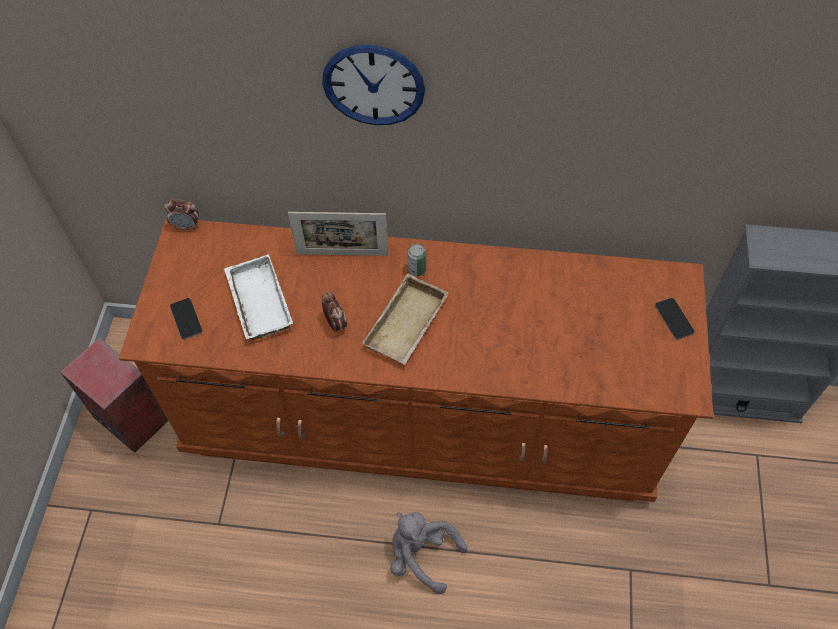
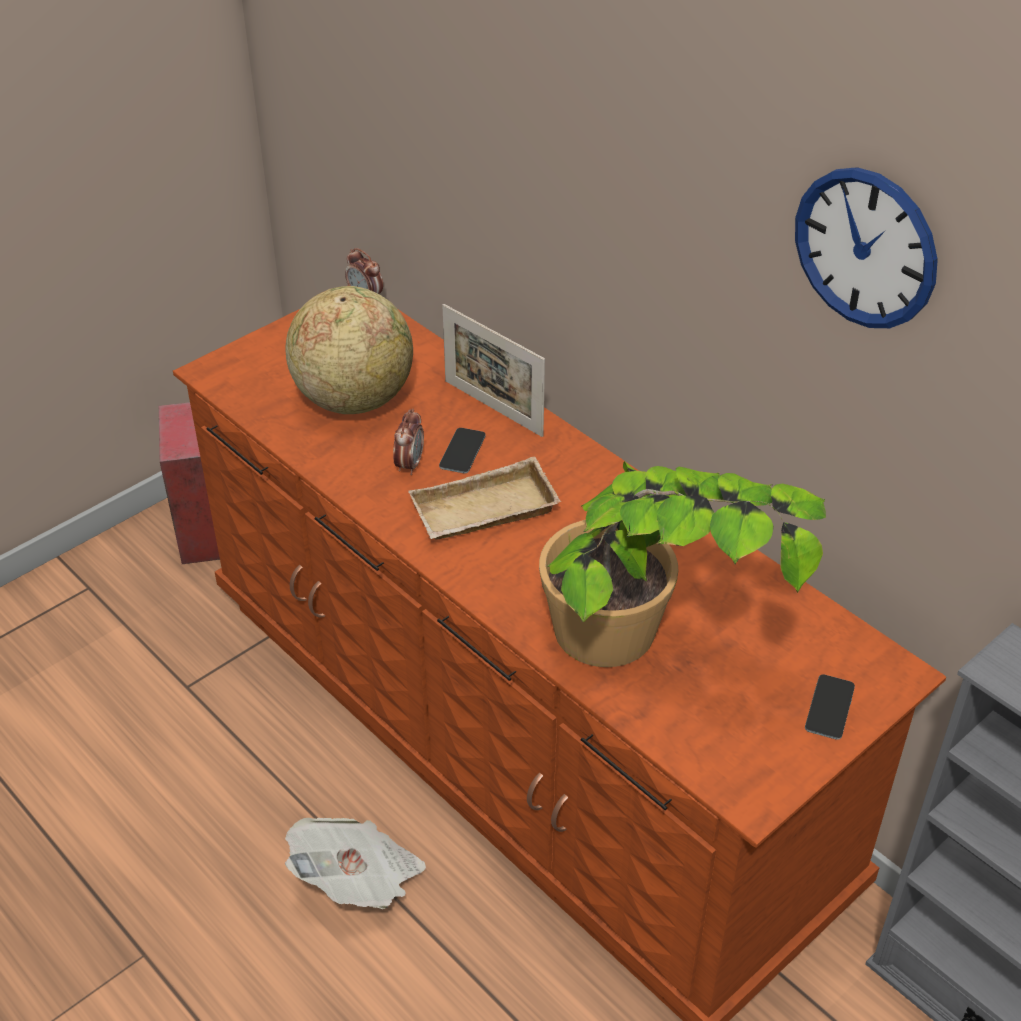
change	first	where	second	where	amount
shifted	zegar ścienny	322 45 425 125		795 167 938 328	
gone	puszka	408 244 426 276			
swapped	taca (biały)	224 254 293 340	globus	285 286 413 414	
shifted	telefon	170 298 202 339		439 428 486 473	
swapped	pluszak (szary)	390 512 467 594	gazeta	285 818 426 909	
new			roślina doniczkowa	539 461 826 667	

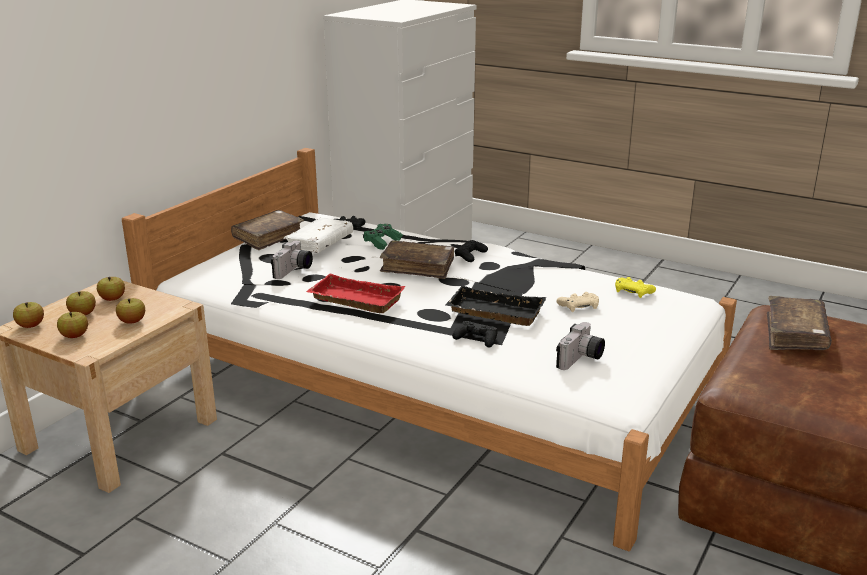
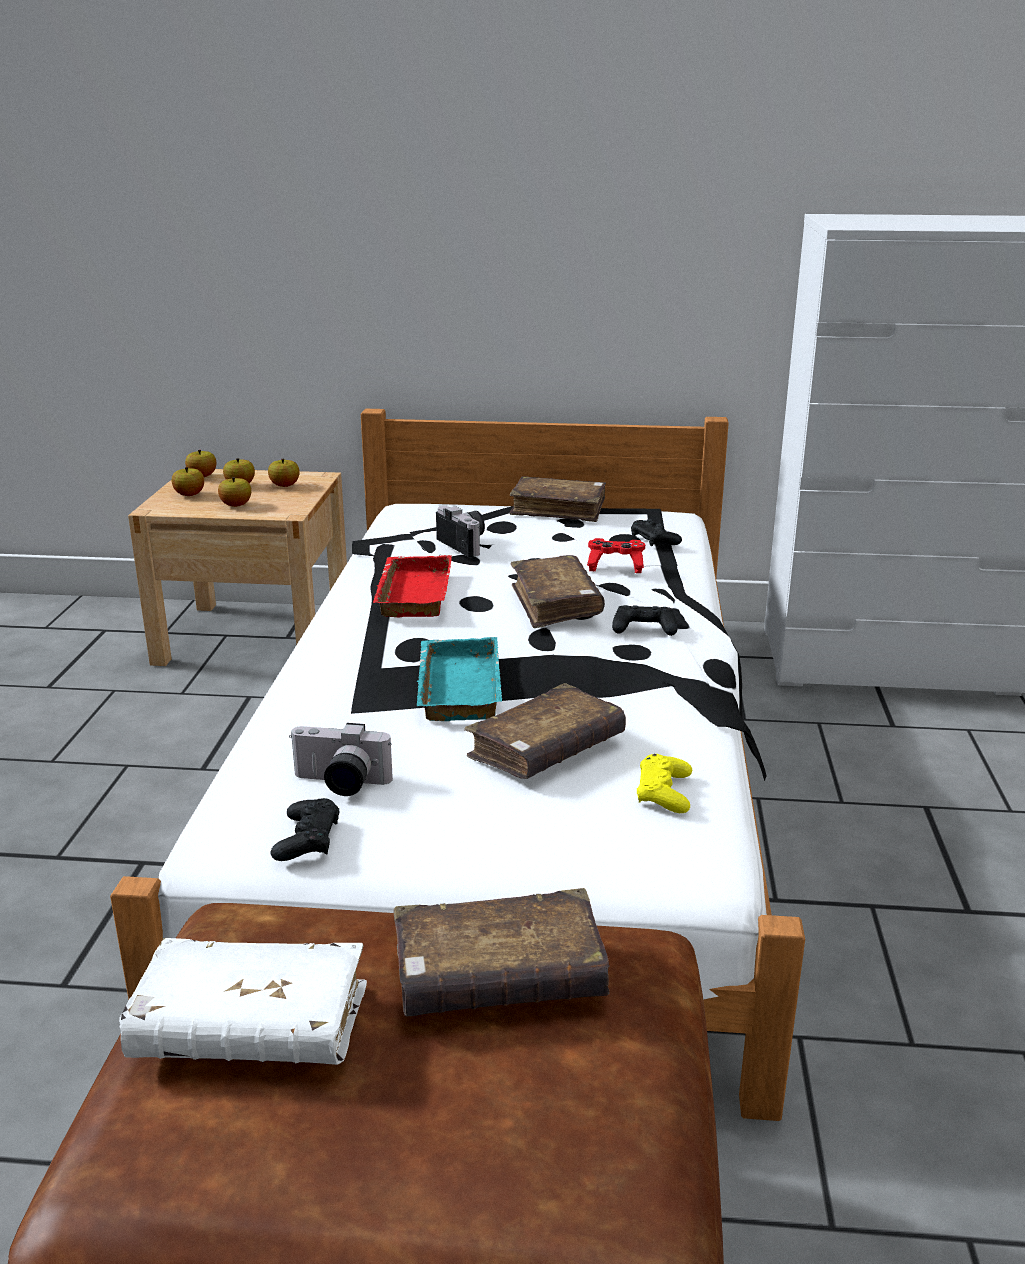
change	first	where	second	where	amount
shifted	książka (biały)	283 217 353 254		119 938 367 1065	
repainted	pad do gier (zielony)	363 224 403 250	pad do gier (czerwony)	587 538 645 573	
rotated	aparat fotograficzny	271 241 313 279		436 506 485 557	120 degrees counterclockwise
repainted	taca (czarny)	445 286 546 326	taca (turkusowy)	417 637 502 721	
swapped	pad do gier (beżowy)	556 292 599 312	książka (brązowy)	464 683 626 779	
shifted	pad do gier (czarny)	452 321 498 347		271 798 339 861	

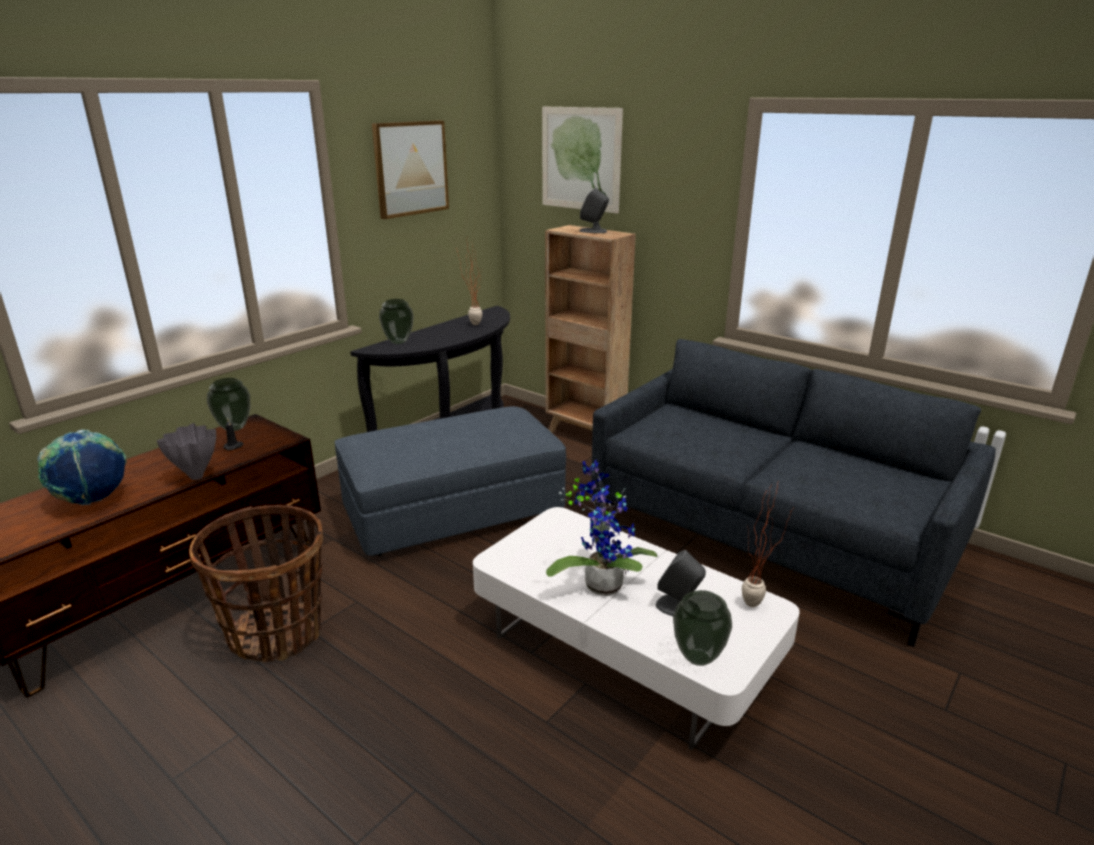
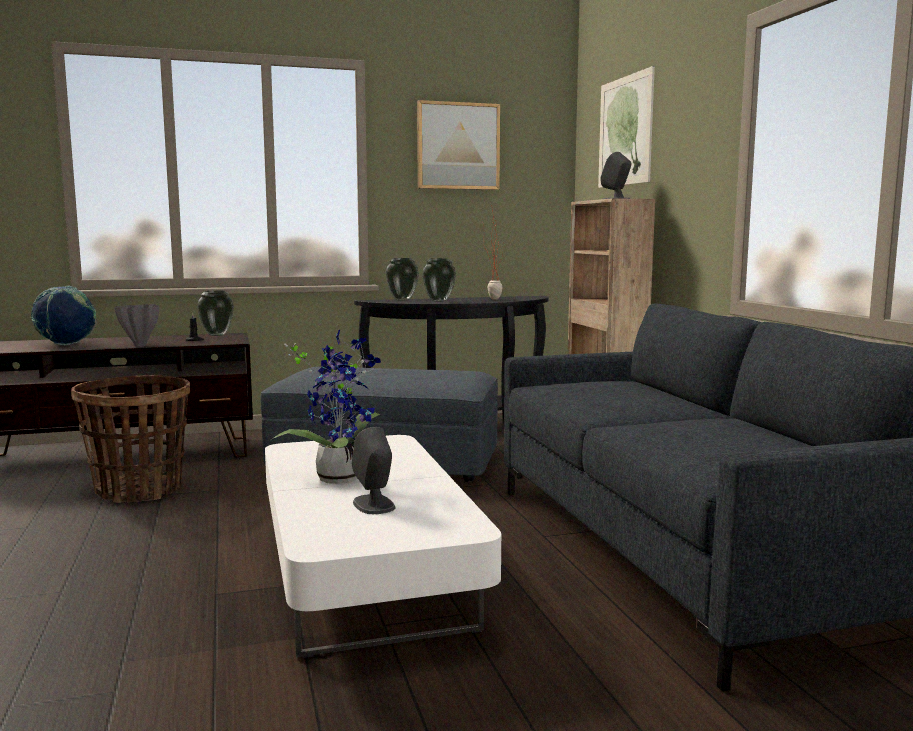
change	first	where	second	where	amount
gone	roślina doniczkowa	742 484 794 607			
shifted	wazon	673 590 732 666		422 258 456 302	

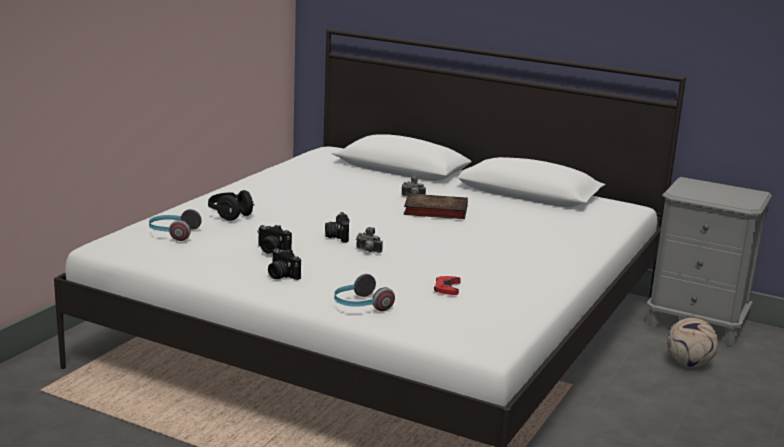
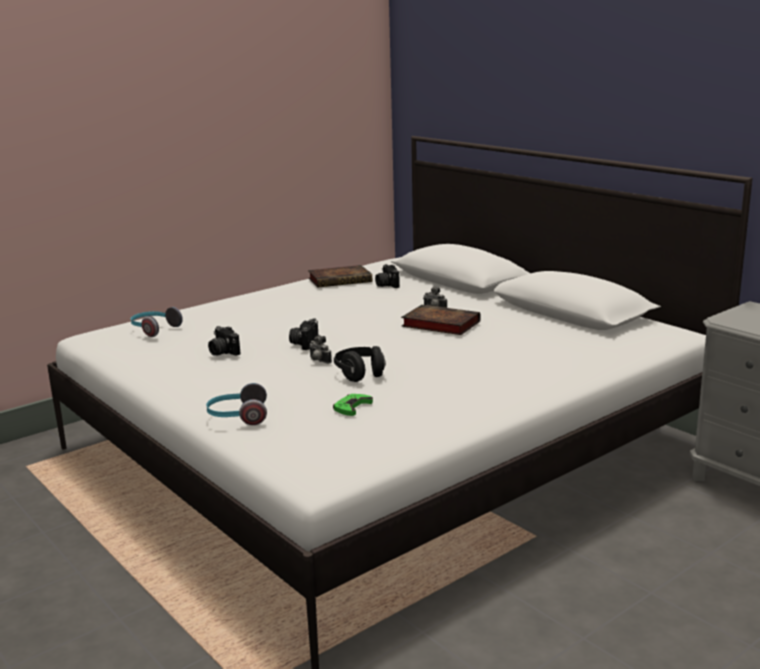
change	first	where	second	where	amount
shifted	słuchawki (czarny)	208 190 255 221		334 346 386 382	
shifted	aparat fotograficzny	268 248 301 280		375 264 400 288	
repainted	pad do gier (czerwony)	434 276 461 295	pad do gier (zielony)	333 394 373 416	
gone	piłka futbolowa	667 318 718 367			
new			książka	308 265 372 288	

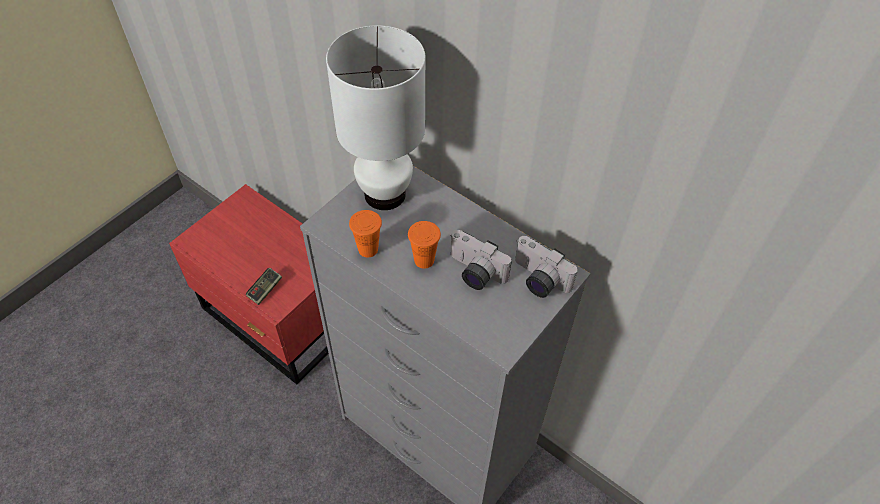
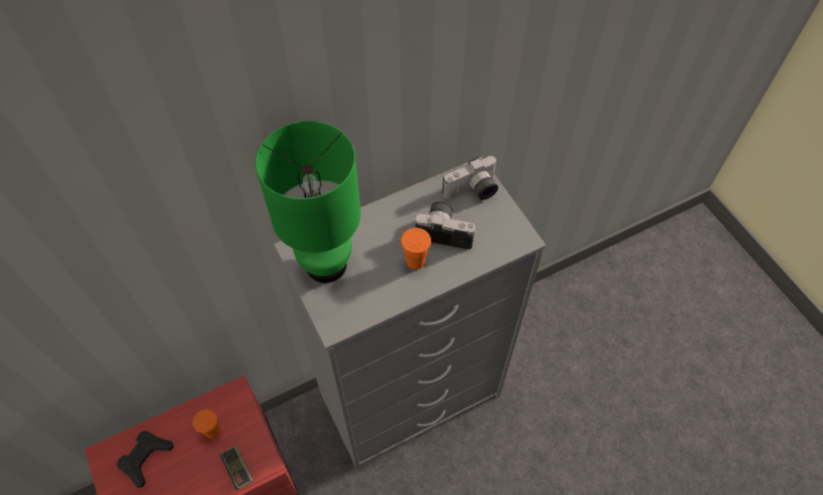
change	first	where	second	where	amount
repainted	lampa stołowa (biały)	326 25 425 210	lampa stołowa (zielony)	255 121 361 283	
shifted	filiżanka (pomarańczowy)	349 210 382 258		193 409 220 439	
rotated	aparat fotograficzny	451 230 512 290		415 202 477 250	135 degrees counterclockwise
new			pad do gier (czarny)	117 431 174 487	

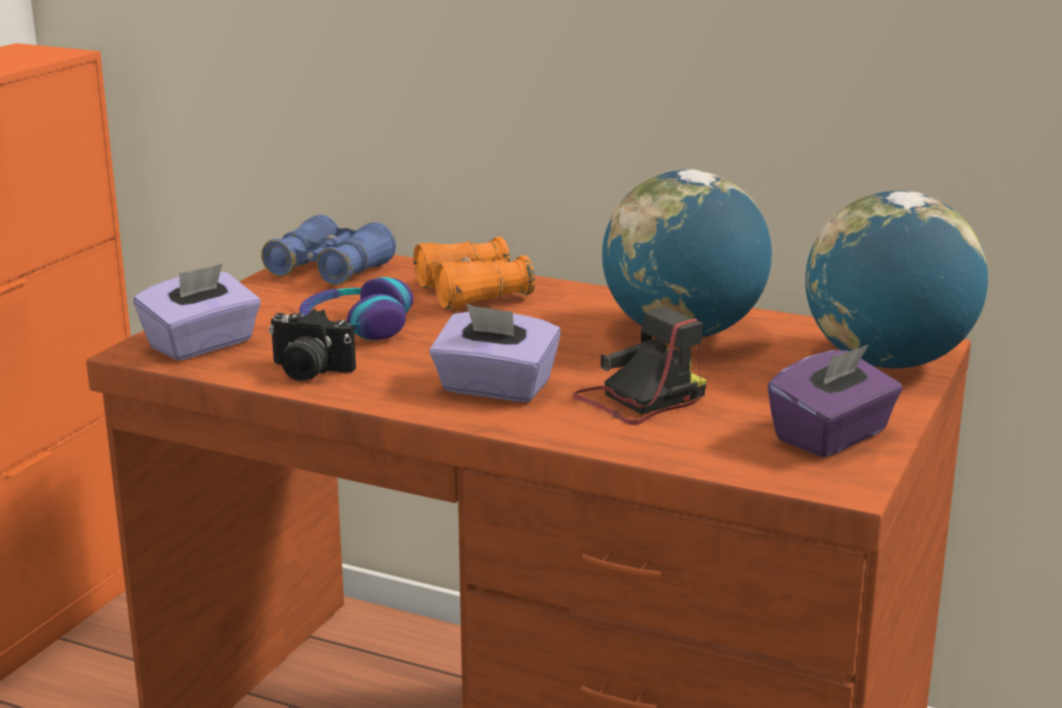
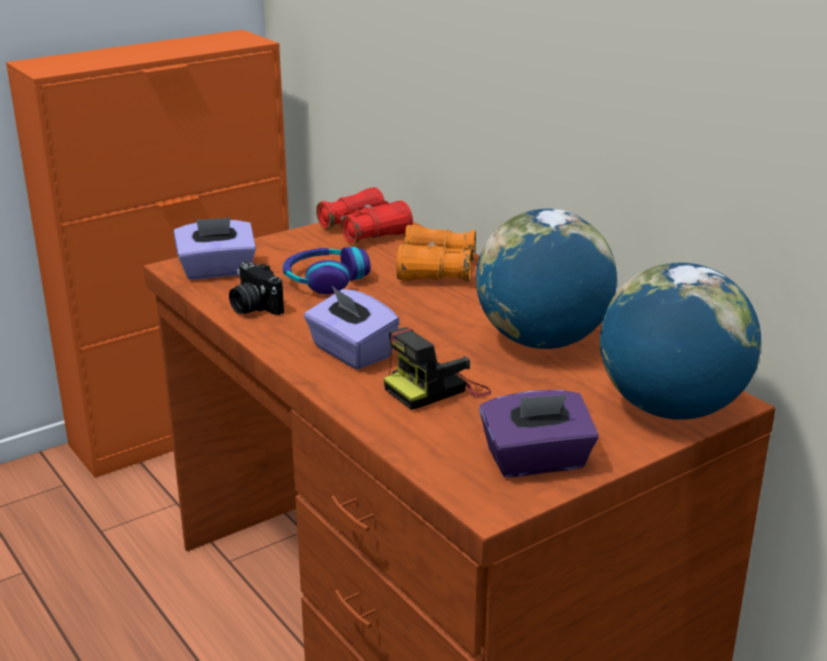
change	first	where	second	where	amount
repainted	lornetka (niebieski)	261 215 396 285	lornetka (czerwony)	316 187 413 244	
rotated	aparat fotograficzny	573 306 707 425		384 328 491 410	150 degrees clockwise

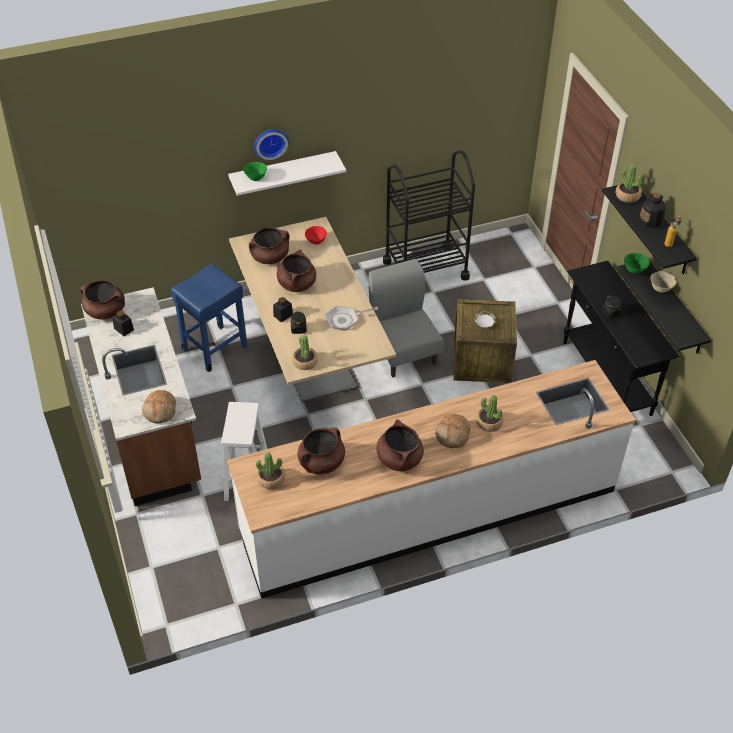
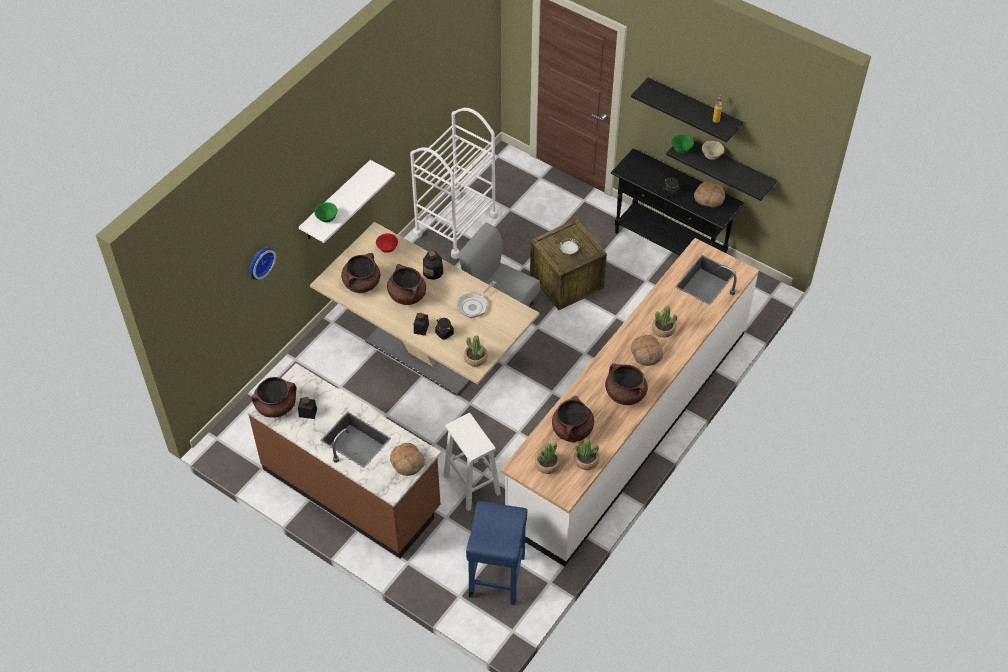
change	first	where	second	where	amount
shifted	zegar ścienny	254 129 289 160		250 247 276 280	
repainted	wózek (czarny)	383 150 475 281	wózek (biały)	410 108 498 259	
shifted	roślina doniczkowa	616 164 642 203		574 439 600 470	
shifted	butelka	639 193 666 228		423 251 443 280	
shifted	stołek (niebieski)	171 264 248 372		466 501 528 605	
new			chleb	694 182 725 208	

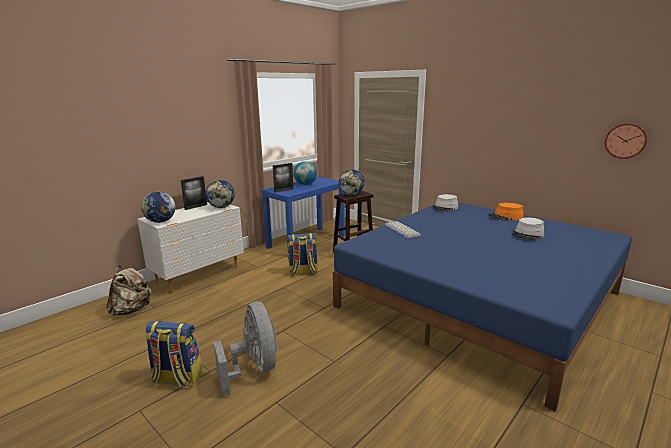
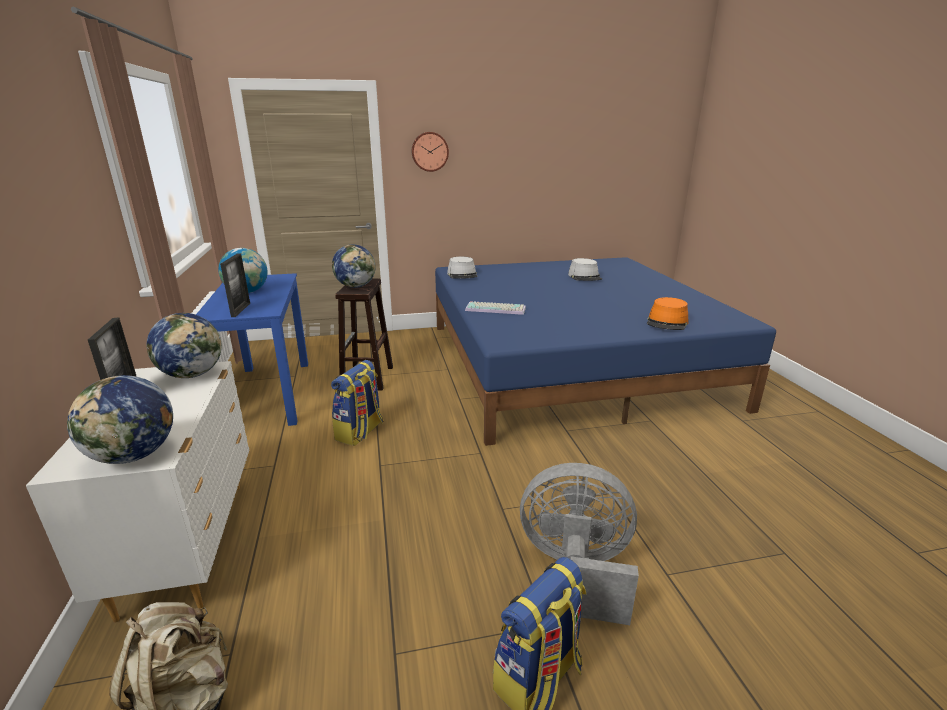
change	first	where	second	where	amount
shifted	zegar ścienny	605 123 648 159		412 132 449 172	
shifted	kapelusz (pomarańczowy)	488 203 524 221		647 297 689 330	

